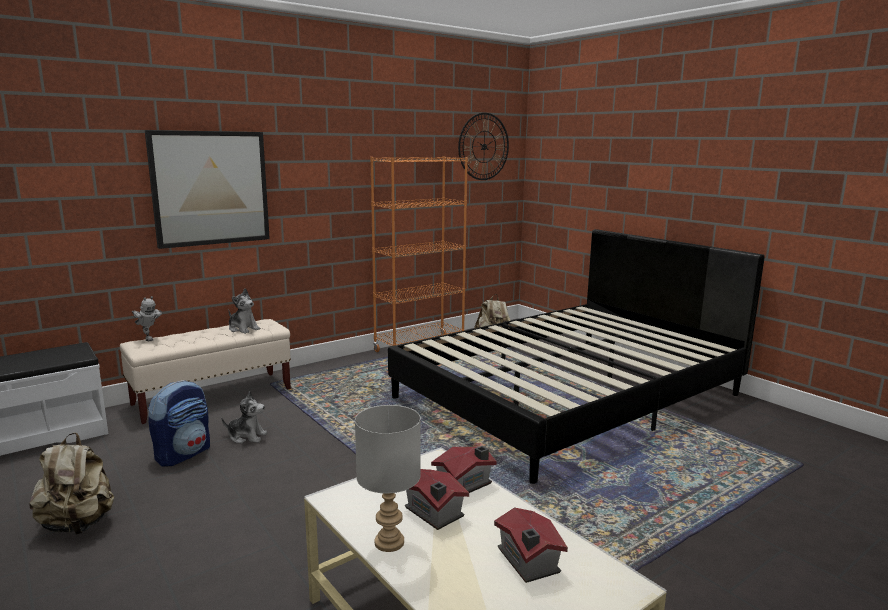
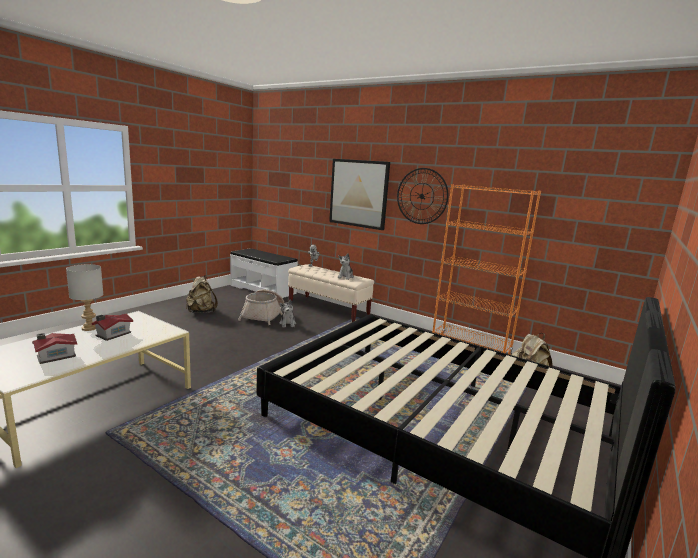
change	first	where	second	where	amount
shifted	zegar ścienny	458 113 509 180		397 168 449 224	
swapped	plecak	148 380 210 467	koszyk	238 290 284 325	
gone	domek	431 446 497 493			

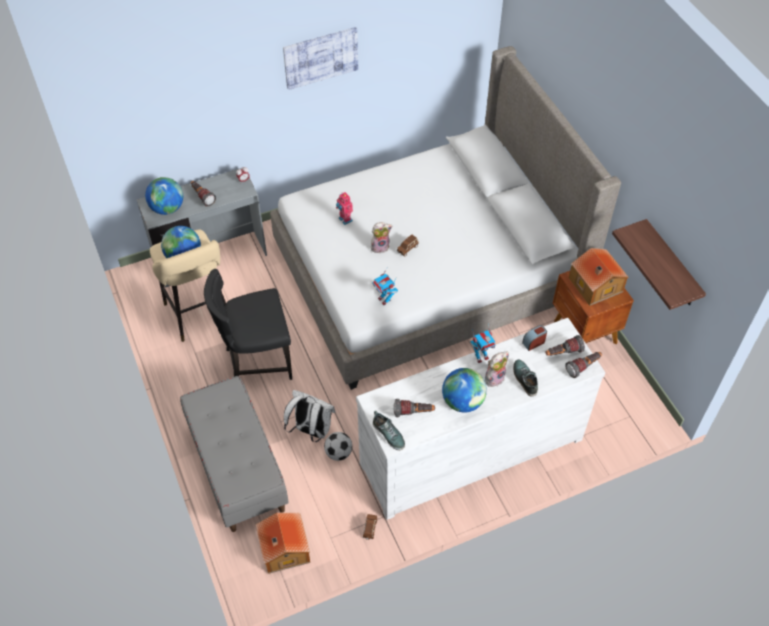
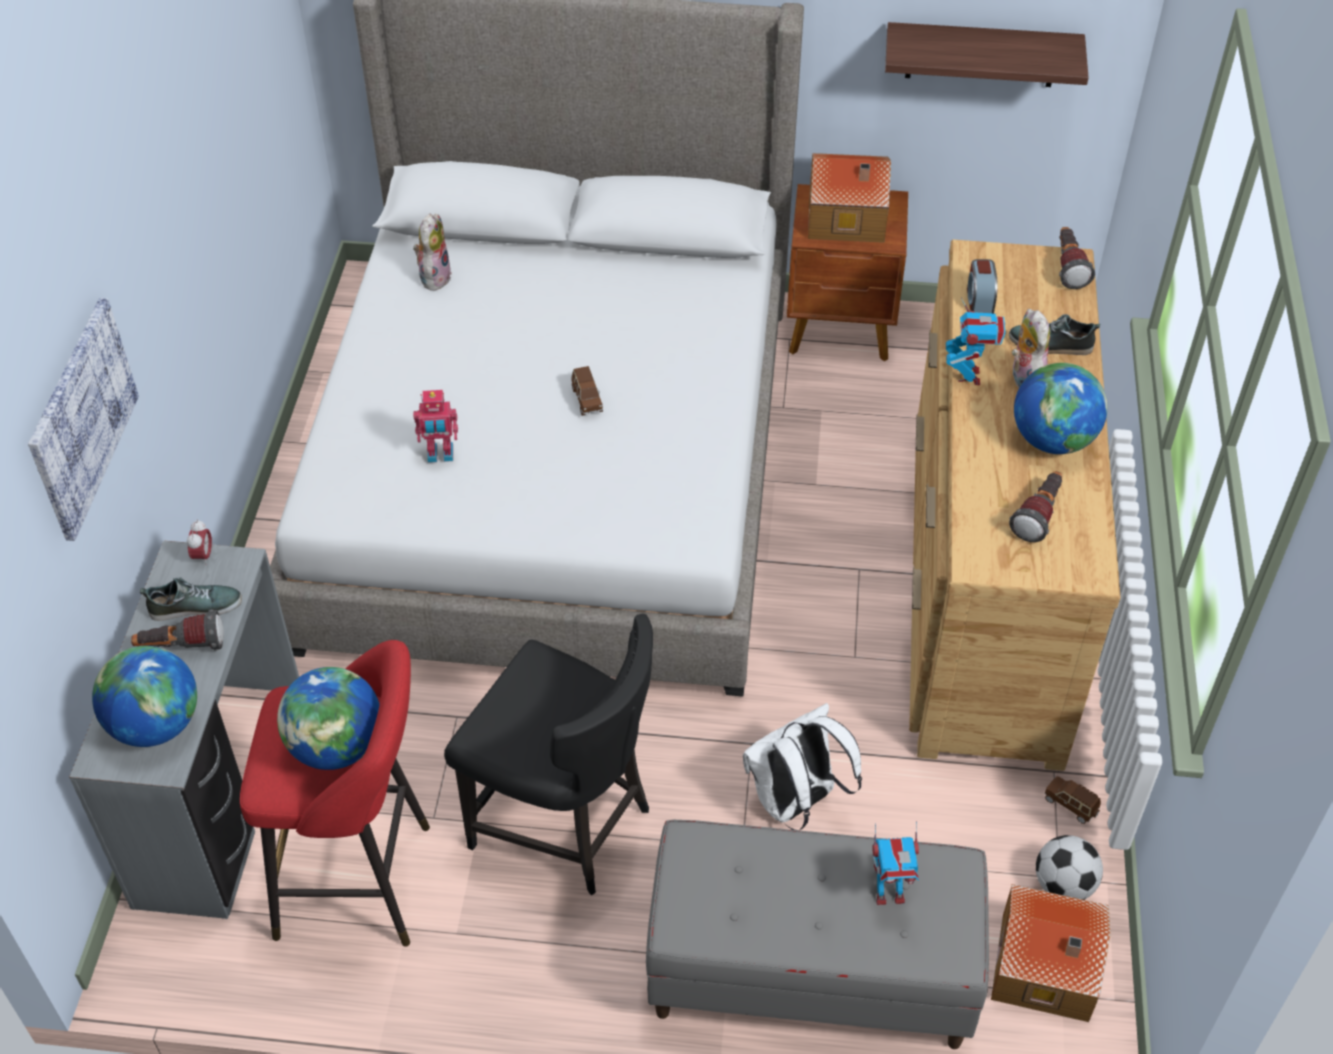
change	first	where	second	where	amount
shifted	obraz	283 27 358 90		28 298 139 541	
shifted	pluszak	371 222 392 253		413 214 452 291	
repainted	stołek (beżowy)	150 230 226 342	stołek (czerwony)	240 640 430 947	
rotated	krzesło (czarny)	204 269 292 380		444 614 653 895	75 degrees counterclockwise
shifted	robot zabawkowy	372 270 398 305		872 821 919 905	
repainted	komoda (biały)	356 318 605 520	komoda (brązowy)	909 240 1121 771	
gone	latarka	545 335 585 356			
shifted	but	373 411 405 450		140 577 242 621	
shifted	piłka futbolowa	324 432 352 461		1036 835 1103 900	

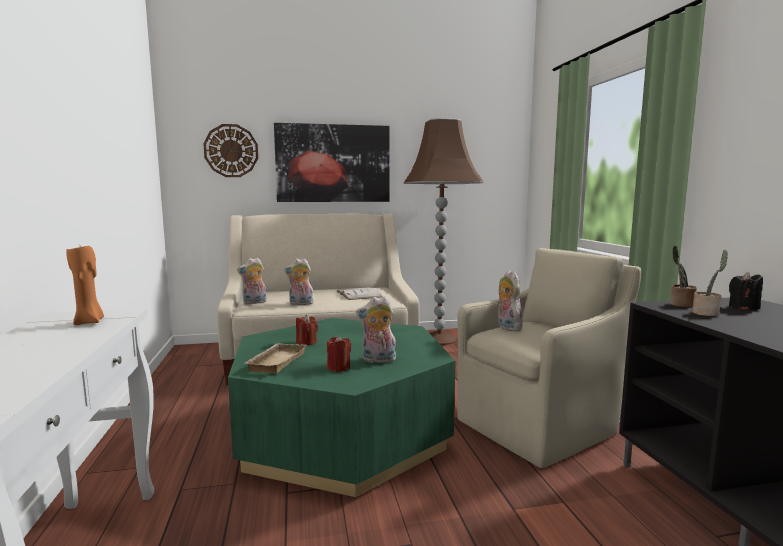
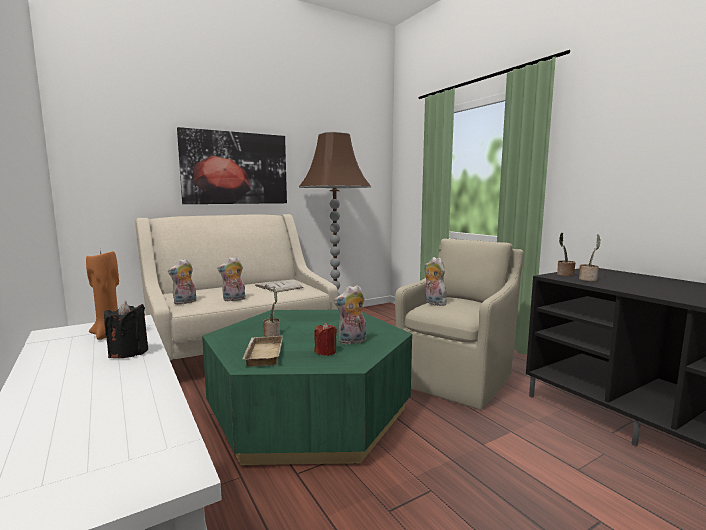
change	first	where	second	where	amount
gone	zegar ścienny	203 124 258 177			
shifted	świeca (czarny)	729 272 763 310		104 301 148 358	
swapped	świeca (czerwony)	296 315 318 345	roślina doniczkowa	263 288 280 337	

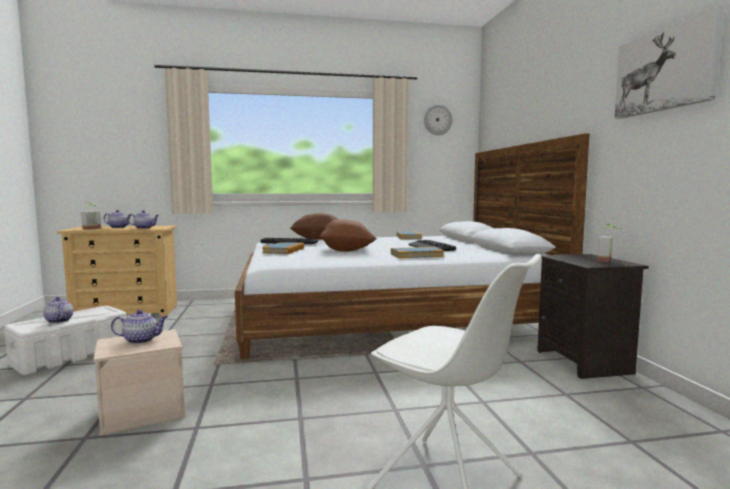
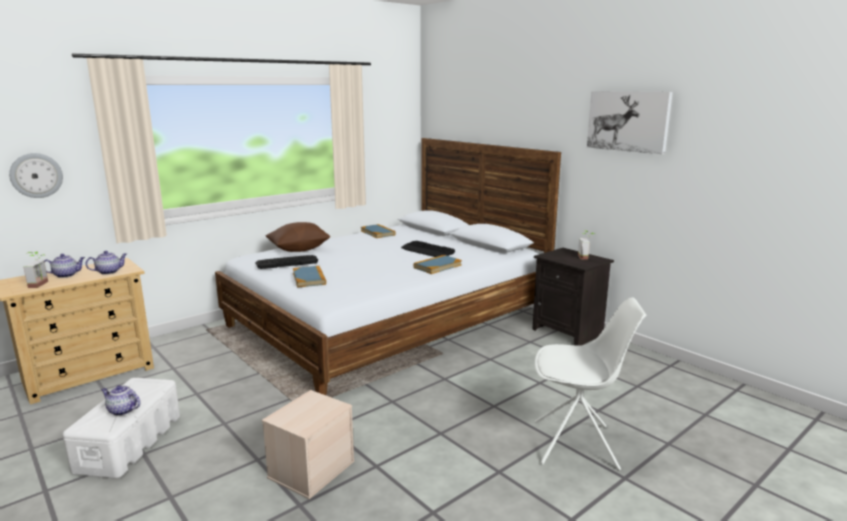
change	first	where	second	where	amount
shifted	zegar ścienny	424 105 452 135		9 153 63 198	
gone	poduszka (brązowy)	320 220 377 252			
gone	imbryk	111 310 168 344			

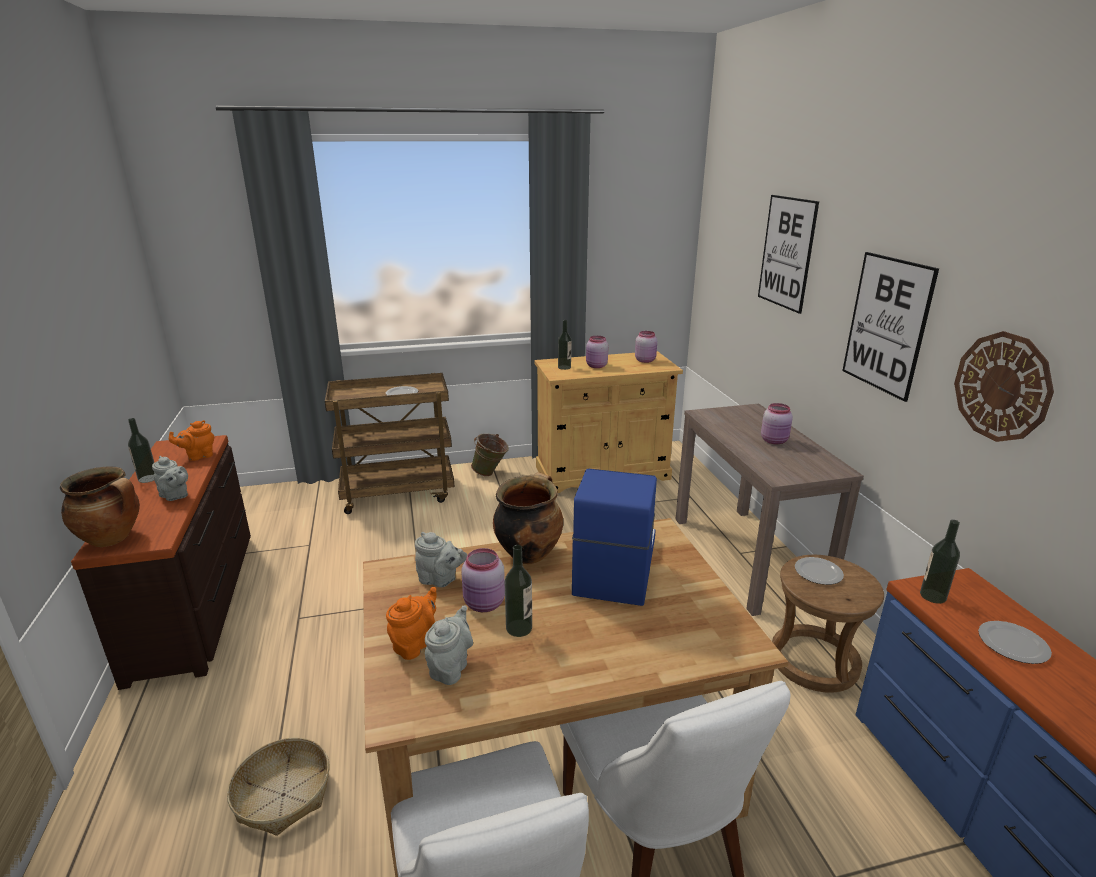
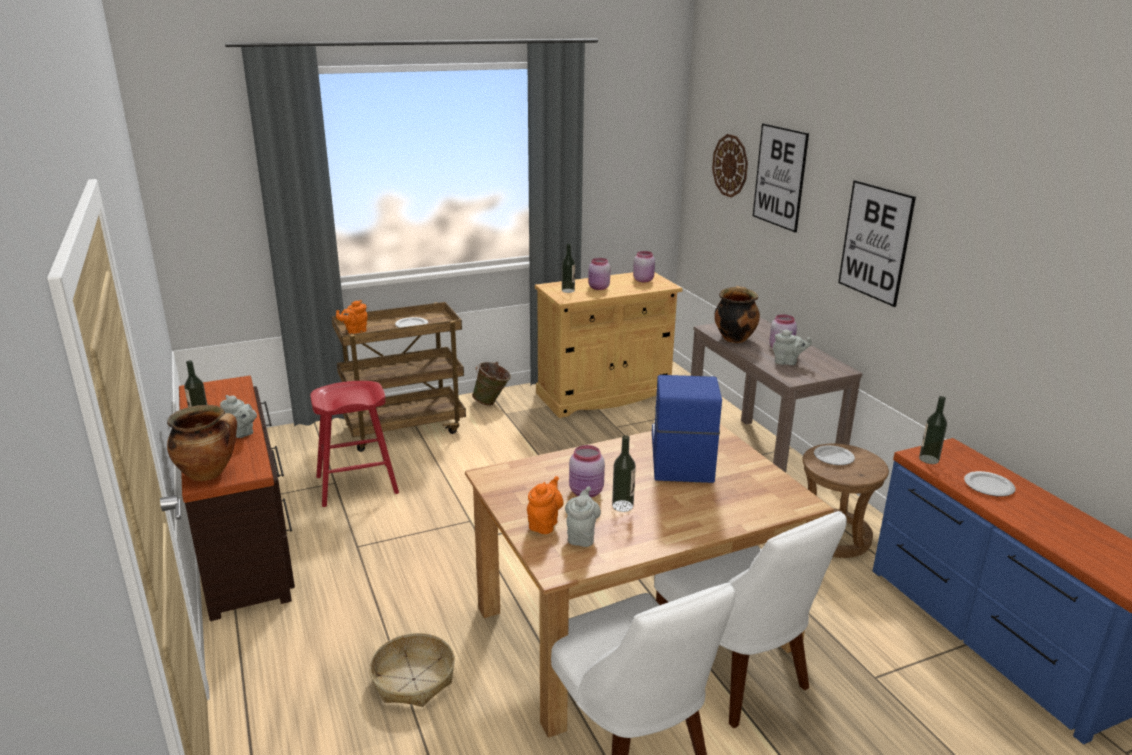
change	first	where	second	where	amount
shifted	zegar ścienny	954 331 1054 442		712 134 748 198	
shifted	imbryk (pomarańczowy)	169 420 214 461		336 300 368 334	
shifted	garnek	493 472 563 564		714 286 760 343	
shifted	imbryk (szary)	415 532 468 587		773 330 812 365	
new			stołek (czerwony)	310 381 399 507	

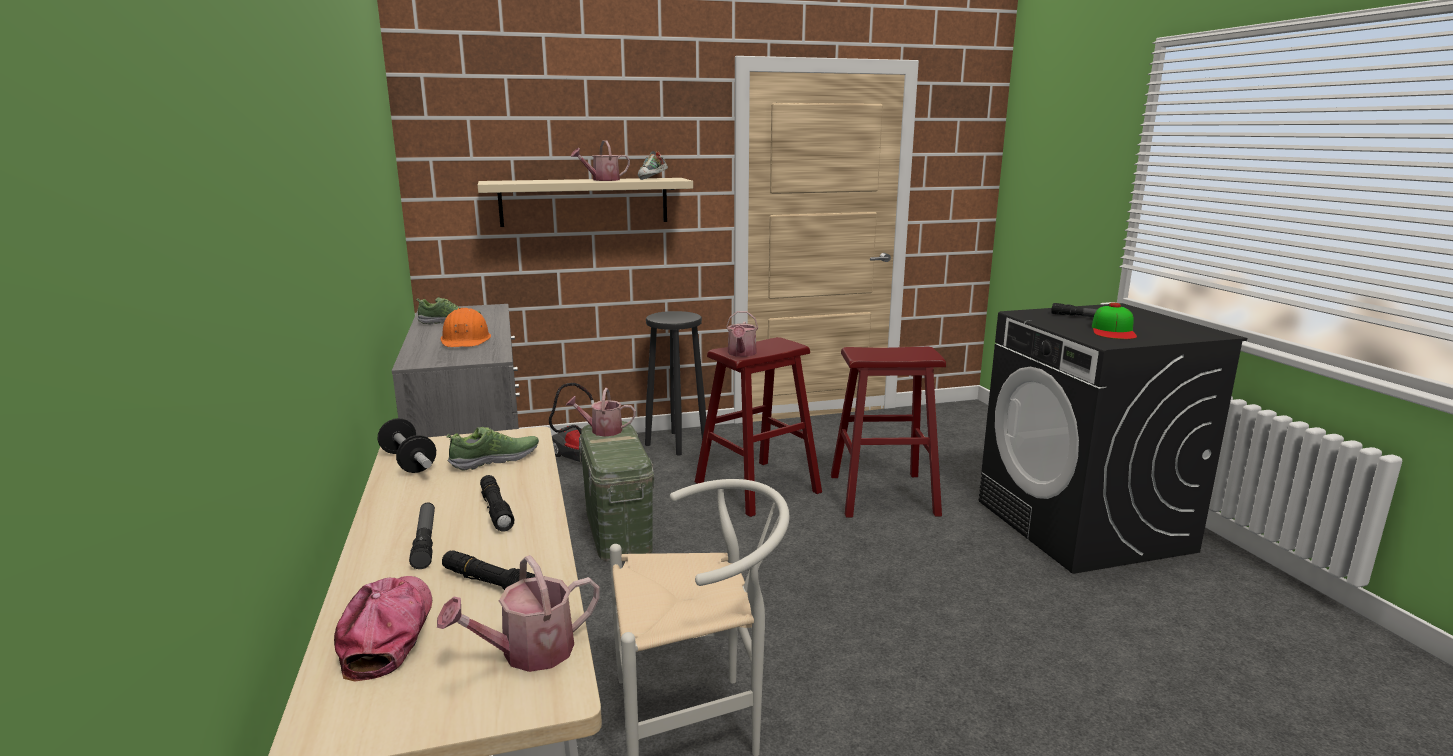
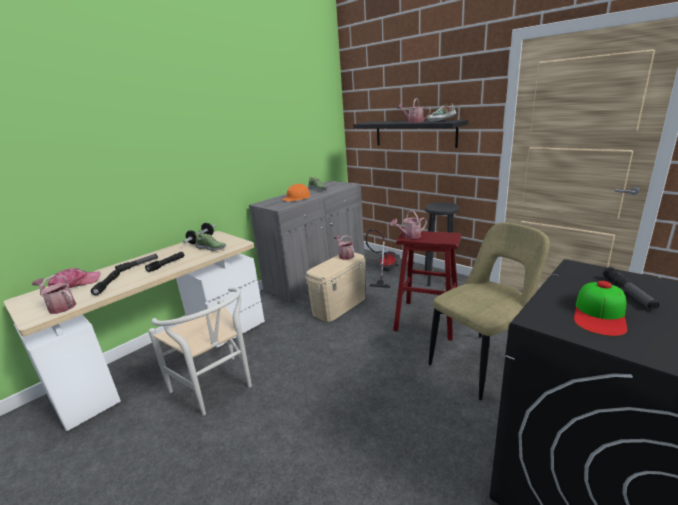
change	first	where	second	where	amount
repainted	półka (beżowy)	478 178 693 227	półka (czarny)	353 120 468 148	
rotated	czapka z daszkiem	1092 303 1137 339		574 281 627 336	45 degrees counterclockwise
swapped	stołek (czerwony)	831 347 946 518	krzesło (beżowy)	429 222 550 400	
repainted	pojemnik do przechowywania (zielony)	579 421 654 561	pojemnik do przechowywania (beżowy)	306 252 366 322	

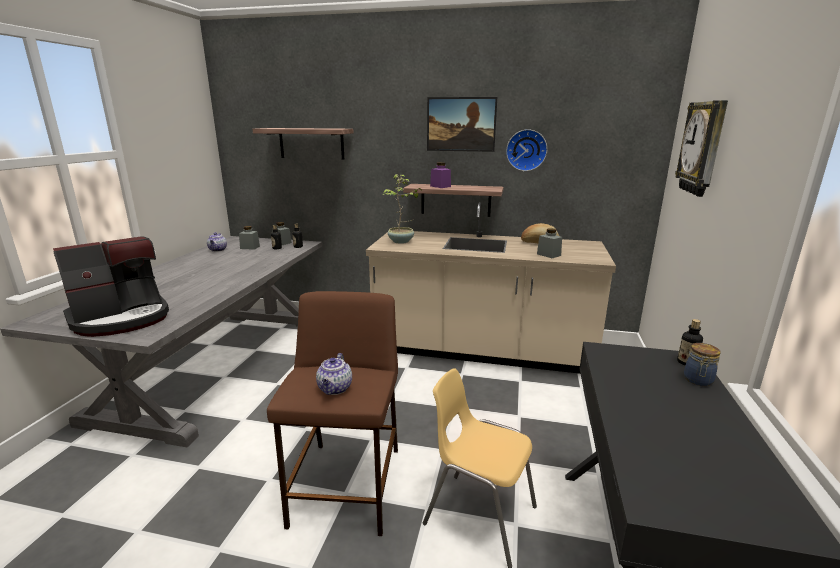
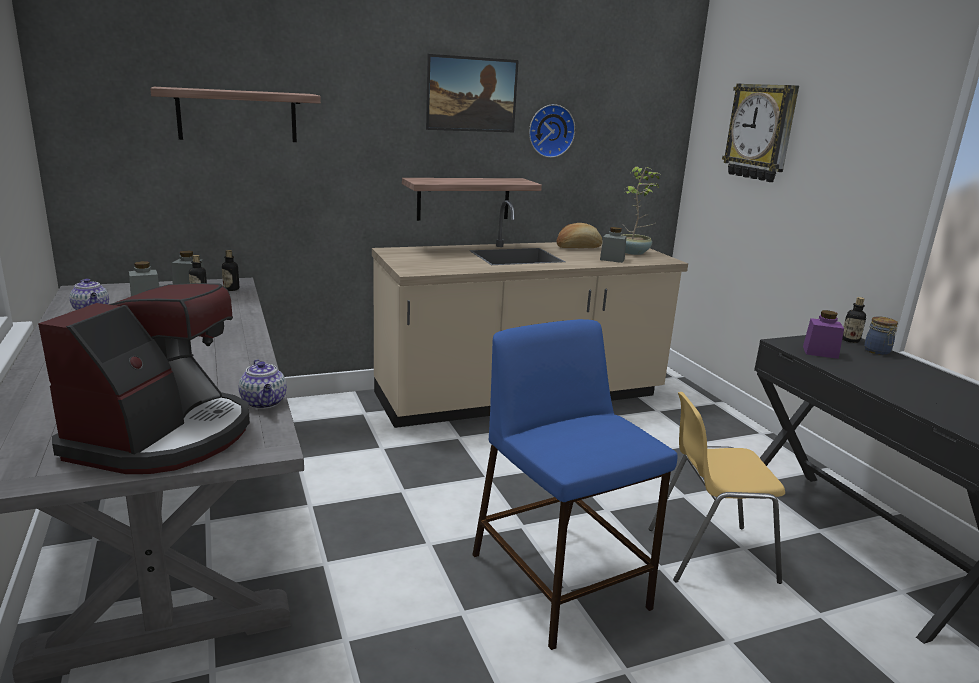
change	first	where	second	where	amount
shifted	słoik (fioletowy)	430 162 451 188		803 310 844 359	
shifted	roślina doniczkowa	383 174 422 244		622 166 659 255	
repainted	stołek (brązowy)	267 291 398 536	stołek (niebieski)	472 319 677 650	
shifted	imbryk	316 353 352 395		239 359 287 409	

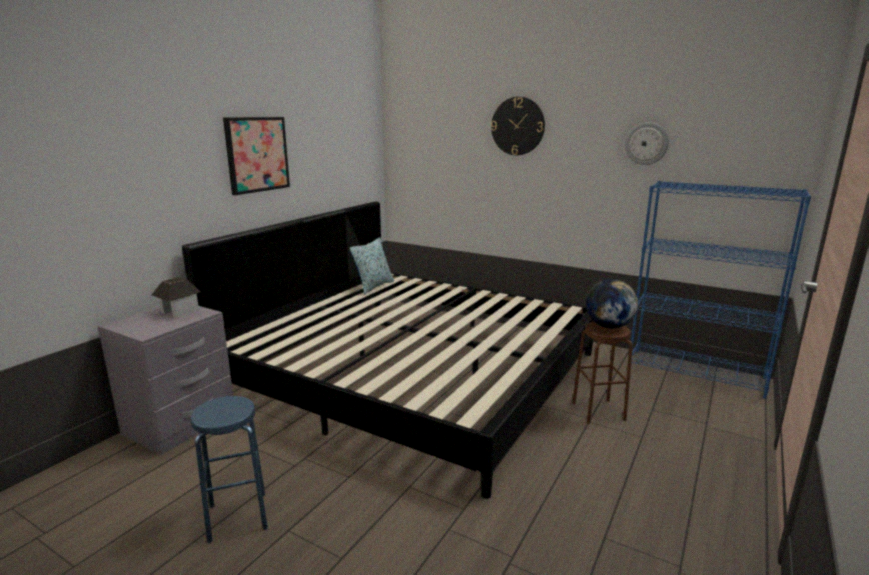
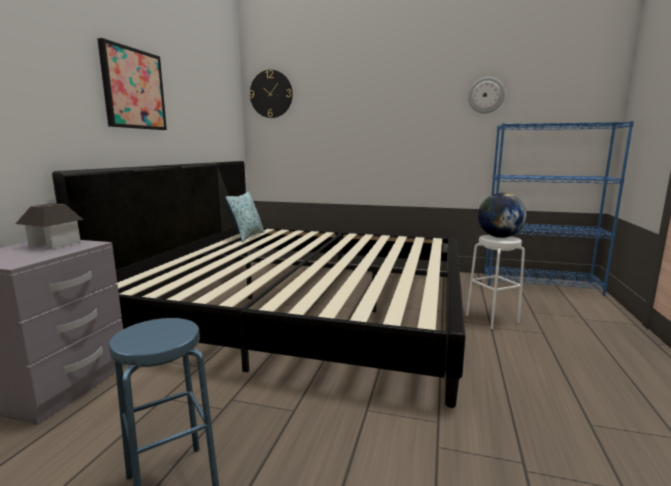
change	first	where	second	where	amount
shifted	zegar ścienny	491 97 545 155		249 70 293 118	
repainted	stołek (brązowy)	572 321 633 424	stołek (biały)	466 235 525 329	

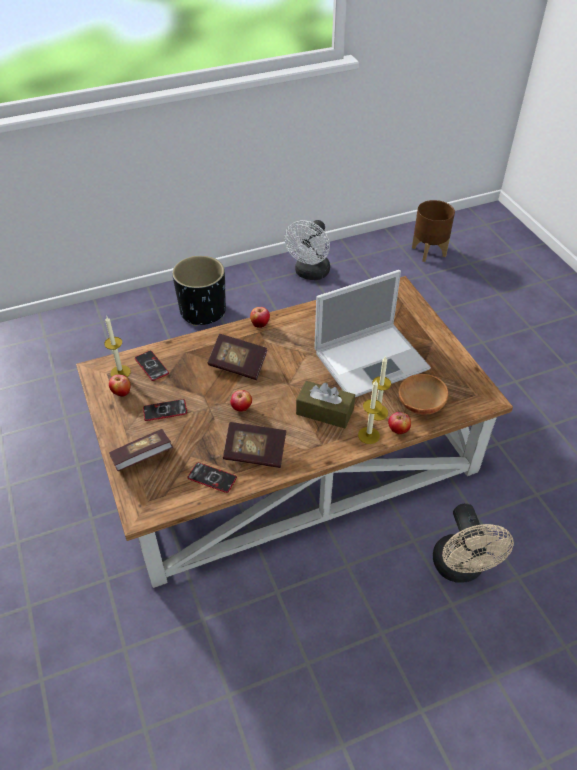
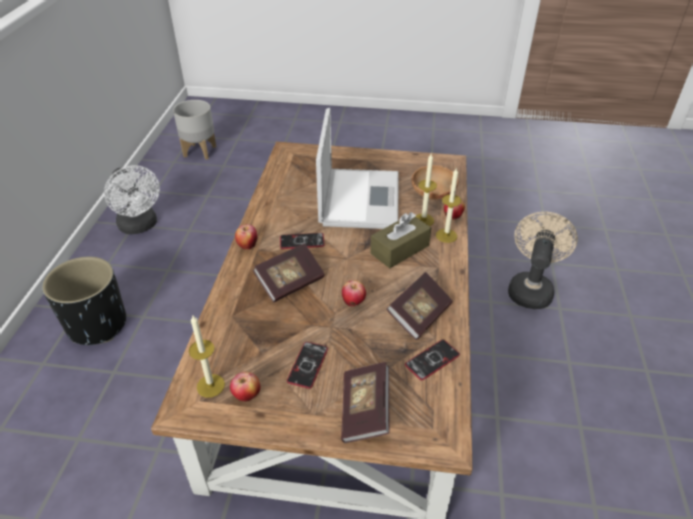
change	first	where	second	where	amount
repainted	donica (brązowy)	412 200 455 262	donica (szary)	173 100 216 160	
shifted	telefon	135 350 169 381		280 233 325 249	
rotated	wentylator (beżowy)	433 504 514 583		508 212 578 309	90 degrees counterclockwise

